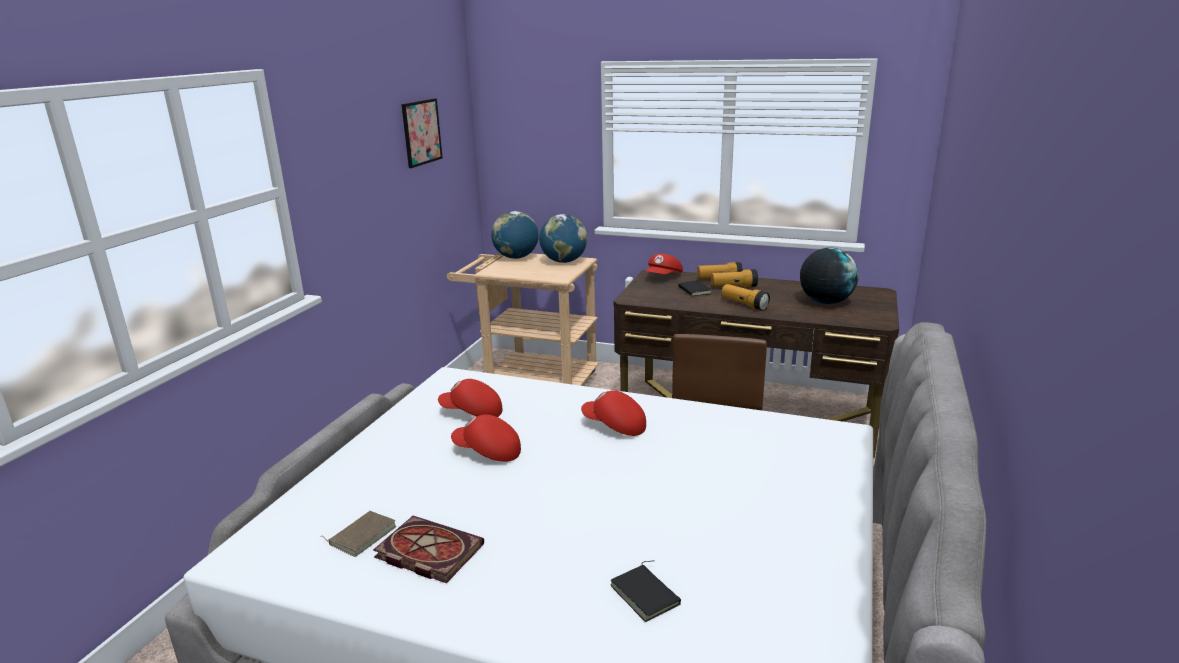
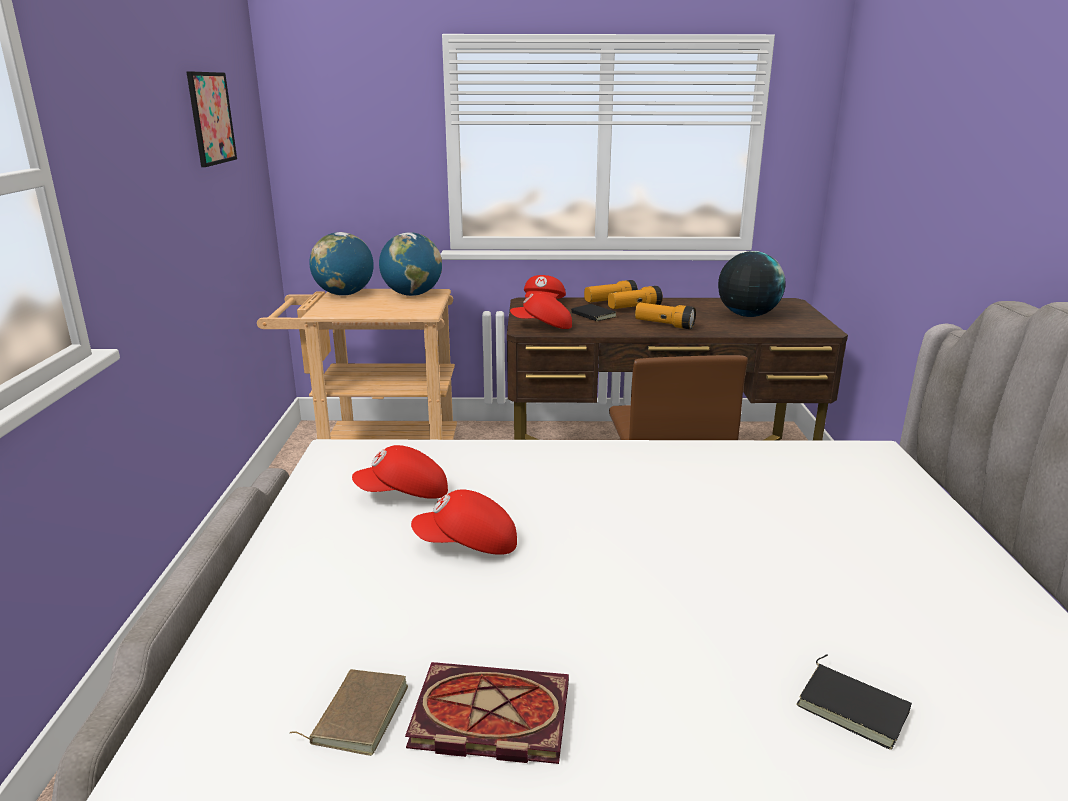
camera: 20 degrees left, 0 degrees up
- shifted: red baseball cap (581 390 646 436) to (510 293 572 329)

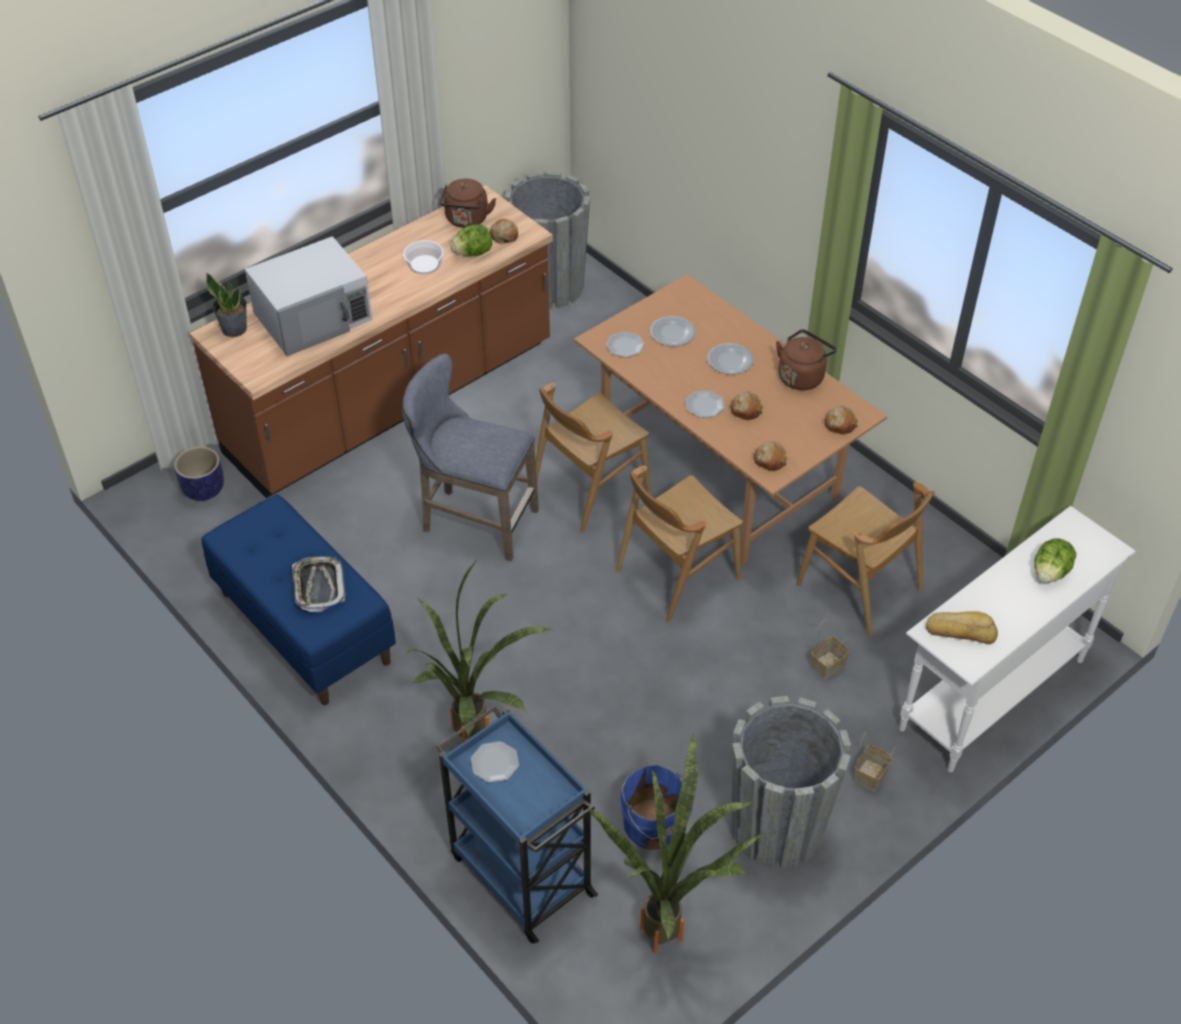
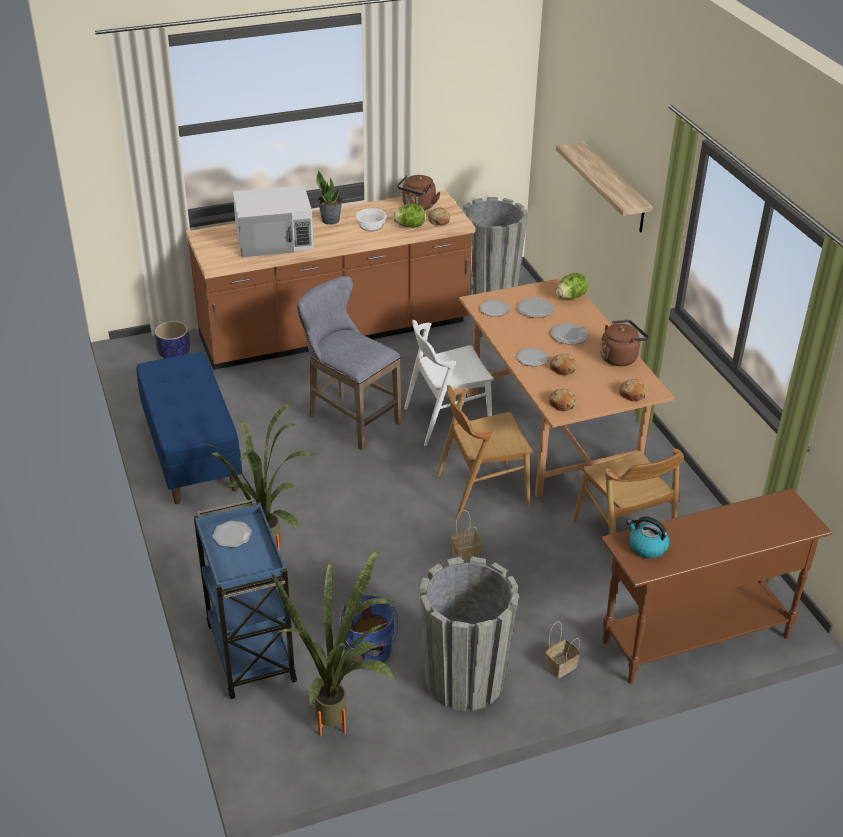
camera: 20 degrees right, 10 degrees down
- shifted: houseplant (206 273 247 337) to (316 170 343 225)
- repainted: brown-coloured chair (536 383 651 533) to whitish chair (404 320 494 446)
- shifted: basket (810 620 850 680) to (451 510 482 562)
- new: wall shelf (556 142 653 232)
- shifted: lettuce (1034 538 1076 583) to (556 273 588 299)
- repainted: whitish console table (899 506 1136 772) to brown-coloured console table (601 488 832 684)
- swapped: baked bread (926 611 998 644) to water kettle (626 516 669 558)
- gone: carrying tray (292 556 346 612)

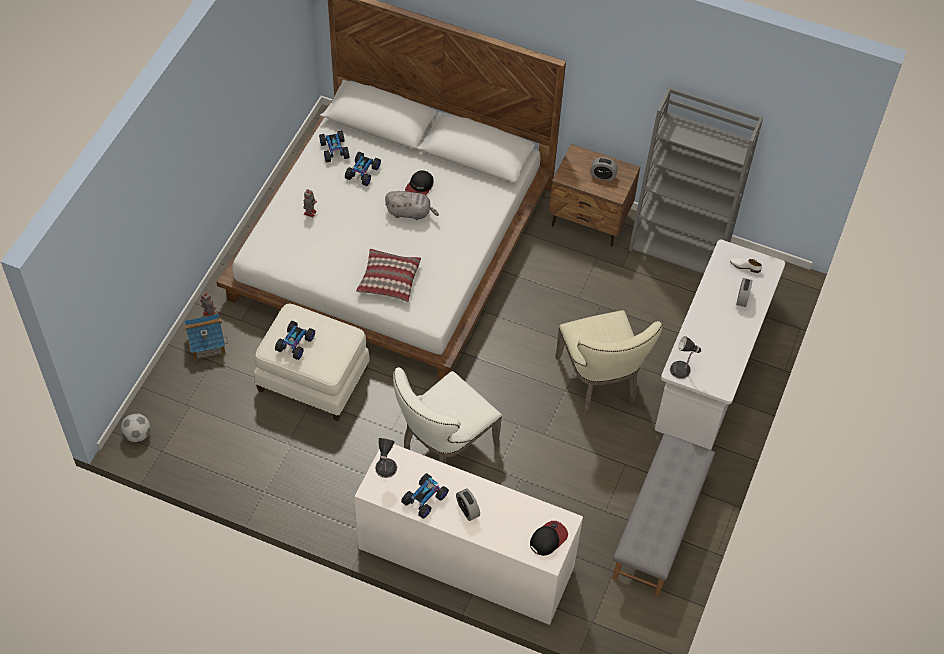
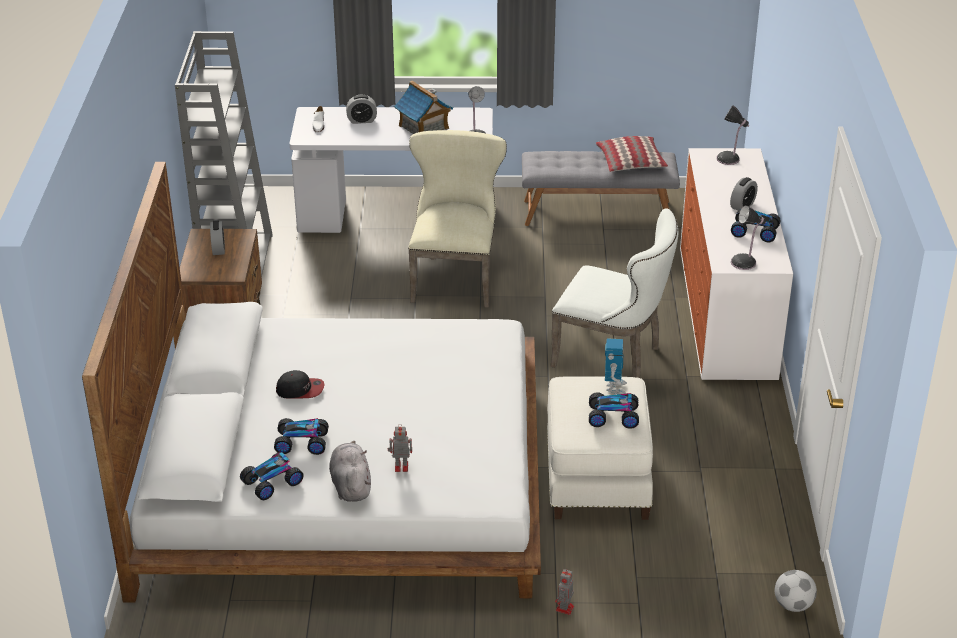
camera: 110 degrees left, 20 degrees down
- shifted: gray plush toy (385 191 439 220) to (329 441 371 502)
- shifted: model house (184 314 228 361) to (394 81 453 134)
- rotated: beige chair (555 310 663 413) = (408 130 507 308) 45 degrees counterclockwise
- shifted: throw pillow (356 249 421 302) to (596 136 668 172)
- new: robot figure (605 338 627 394)
- swapped: baseball cap (530 521 568 556) to tabletop lamp (716 105 749 165)

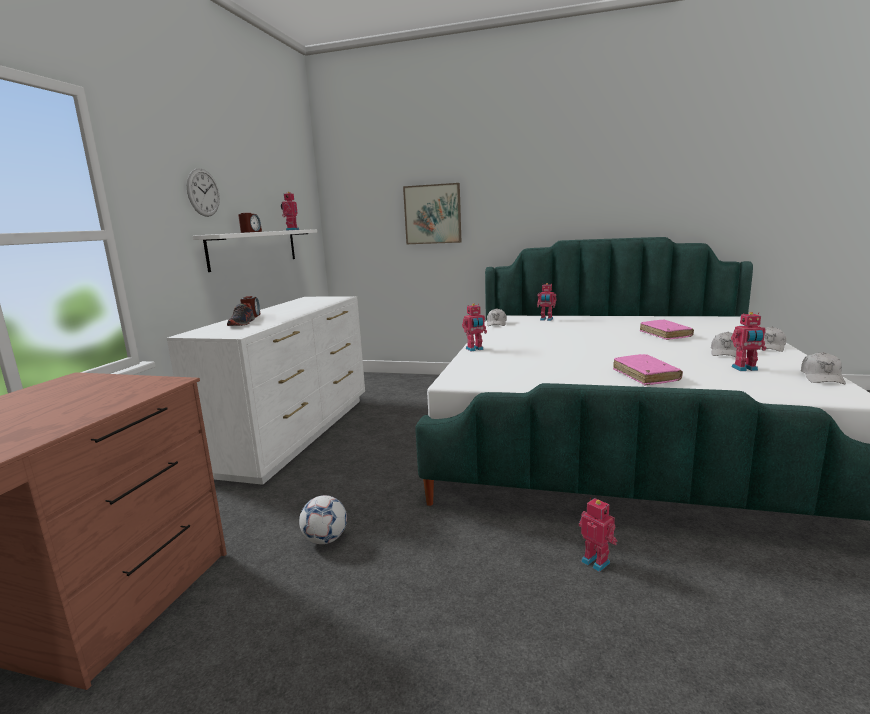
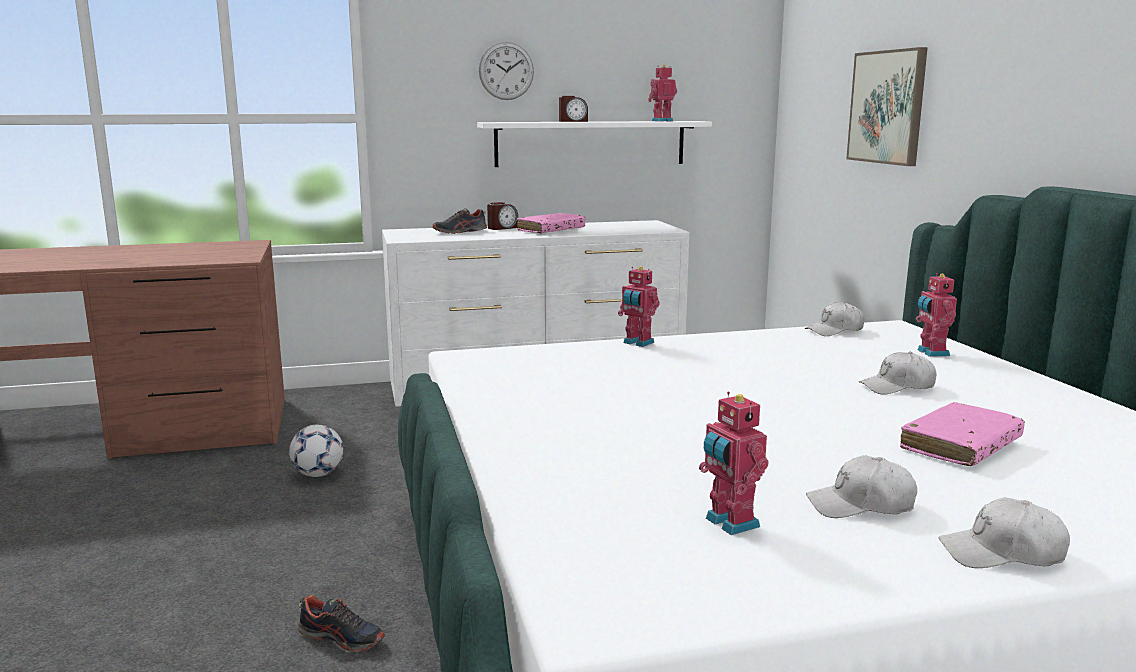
camera: 60 degrees right, 0 degrees up
- swapped: robot figure (579 498 617 572) to item of footwear (298 595 385 652)
- shifted: pink-coloured book (613 354 683 385) to (517 213 586 234)
- shifted: whitish baseball cap (801 352 846 384) to (859 352 937 394)

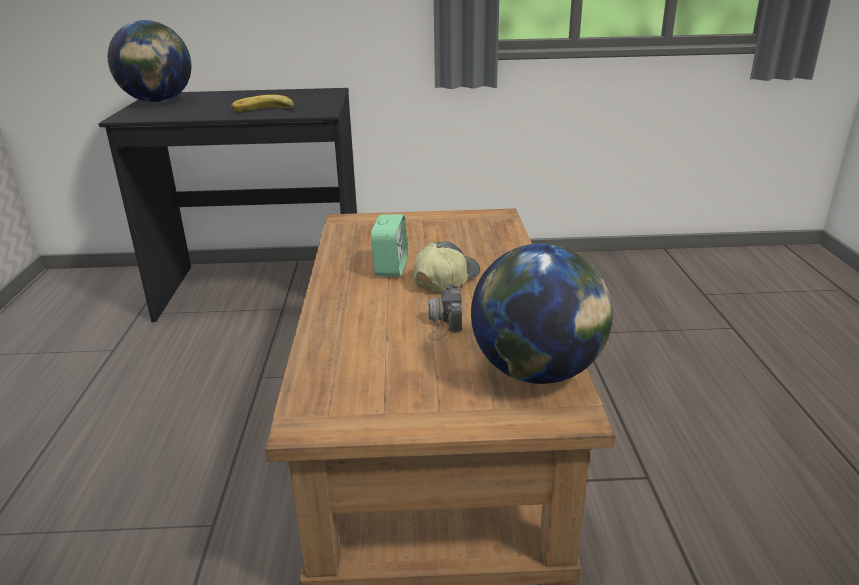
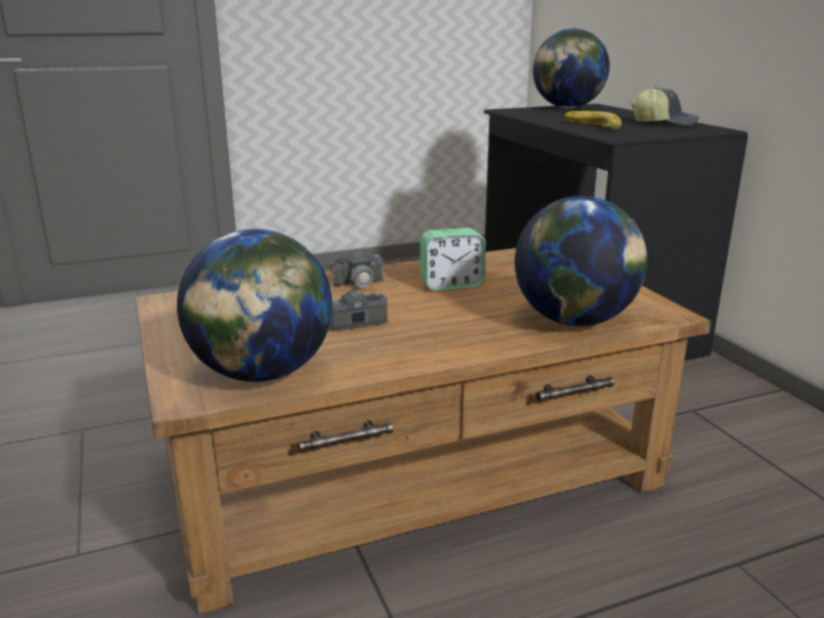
camera: 70 degrees right, 5 degrees down
- new: photo camera (330 251 399 291)
- new: desk globe (514 196 647 326)
- shifted: baseball cap (414 241 480 291) to (630 87 700 126)

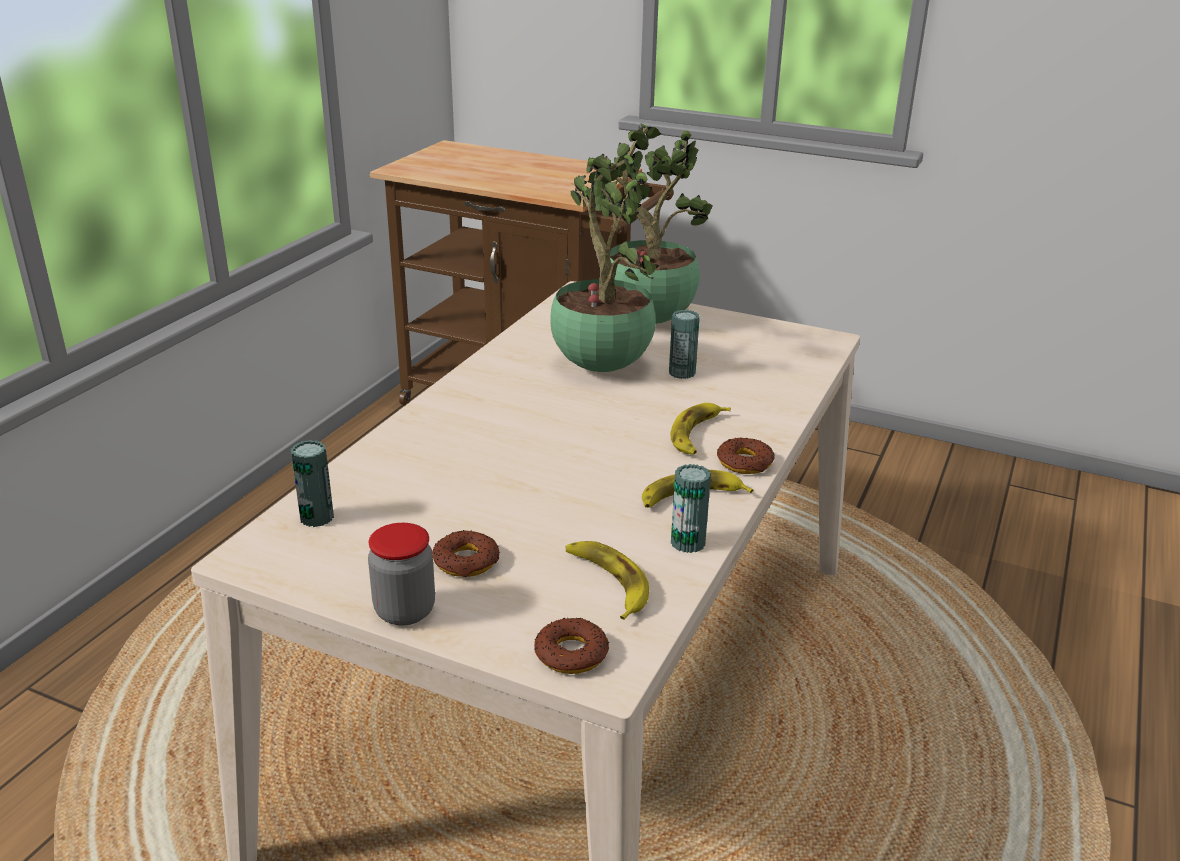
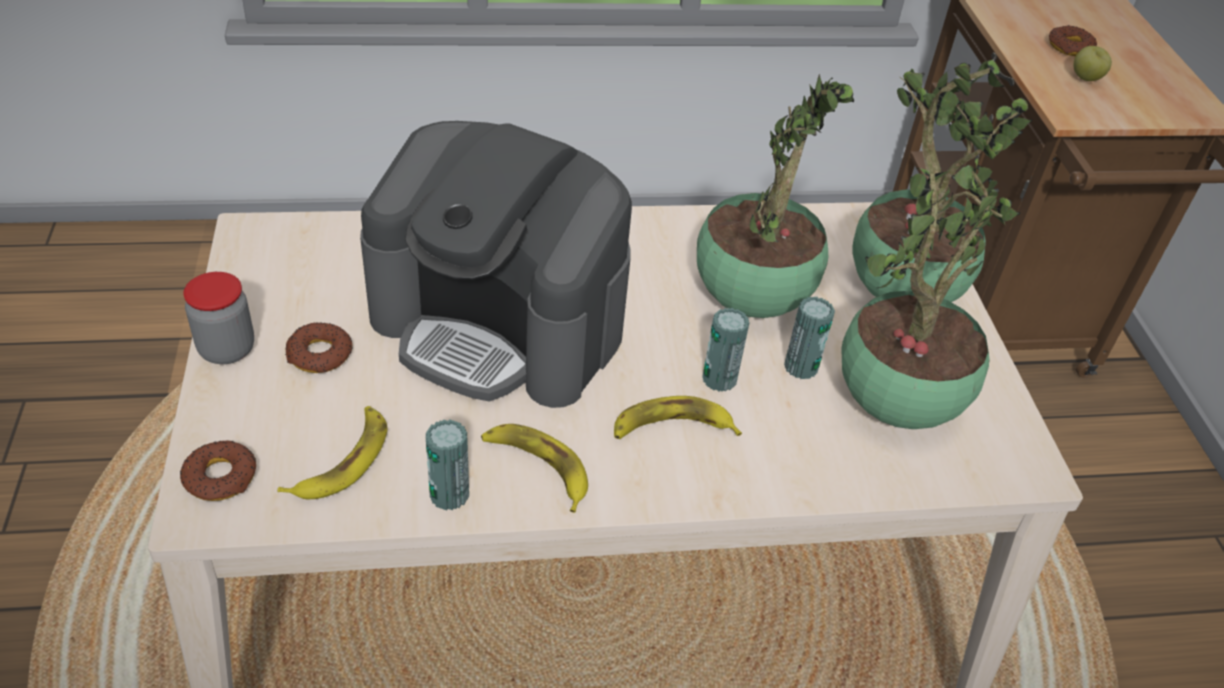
camera: 55 degrees right, 15 degrees up
- new: coffee brewer (360 121 632 408)
- shifted: sealed can (291 440 334 527) to (702 308 750 392)
- new: houseplant (841 158 998 429)
- shifted: ring doughnut (717 438 775 474) to (1049 25 1097 56)
- new: whole apple (1073 46 1112 81)

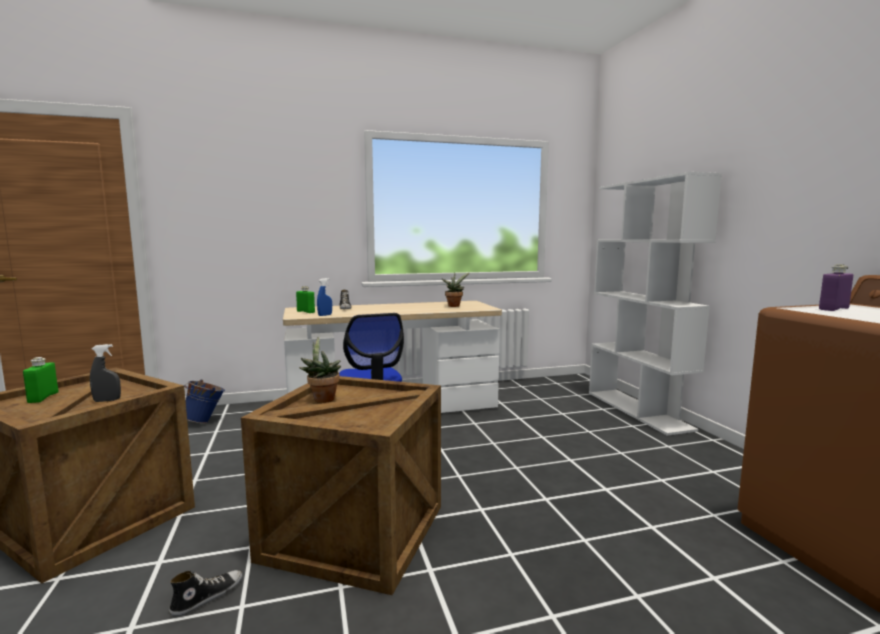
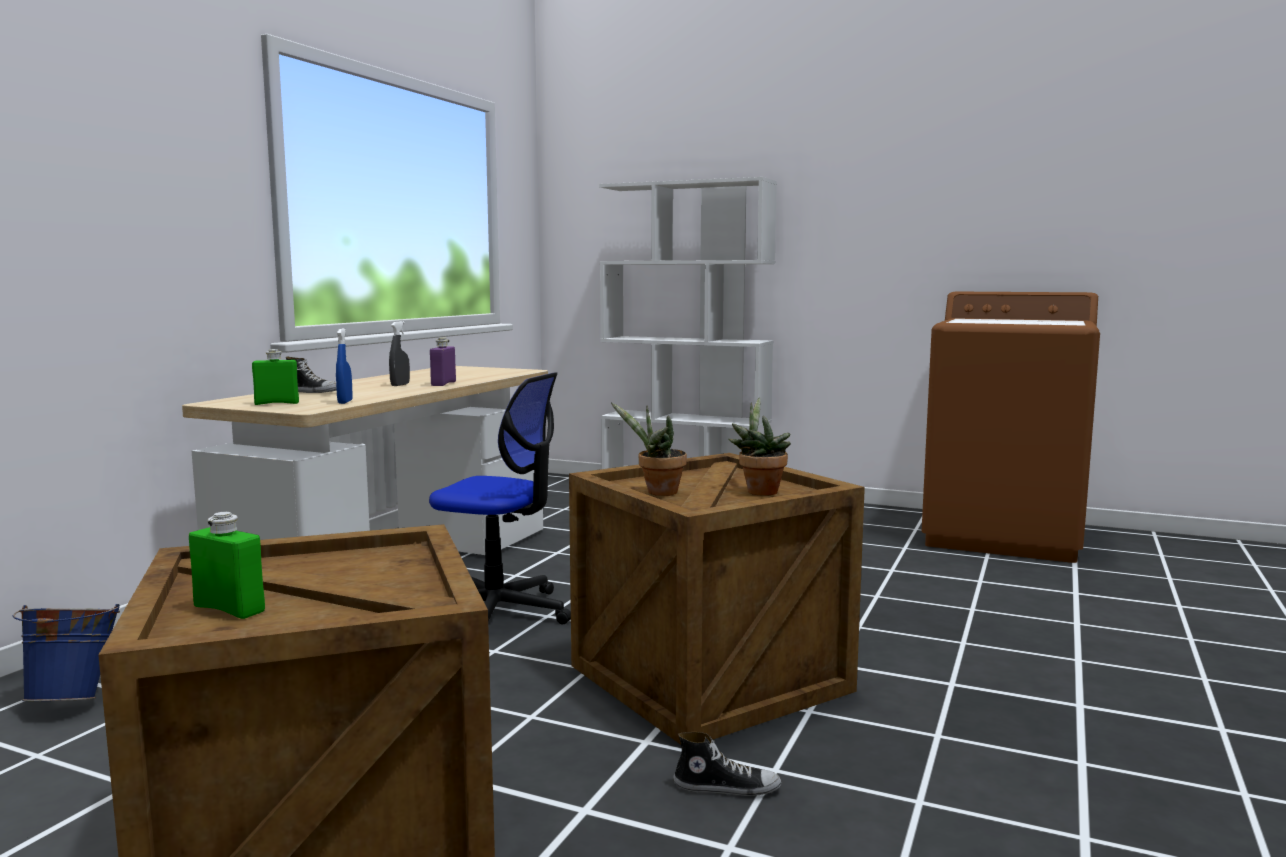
camera: 50 degrees left, 0 degrees up
- shifted: gray sprayer (90 344 121 402) to (389 321 410 386)
- shifted: purple drink bottle (819 264 853 311) to (430 338 456 386)
- rotated: item of footwear (169 570 243 617) = (673 732 781 796) 105 degrees clockwise
- shifted: houseplant (442 272 470 307) to (728 398 791 496)

